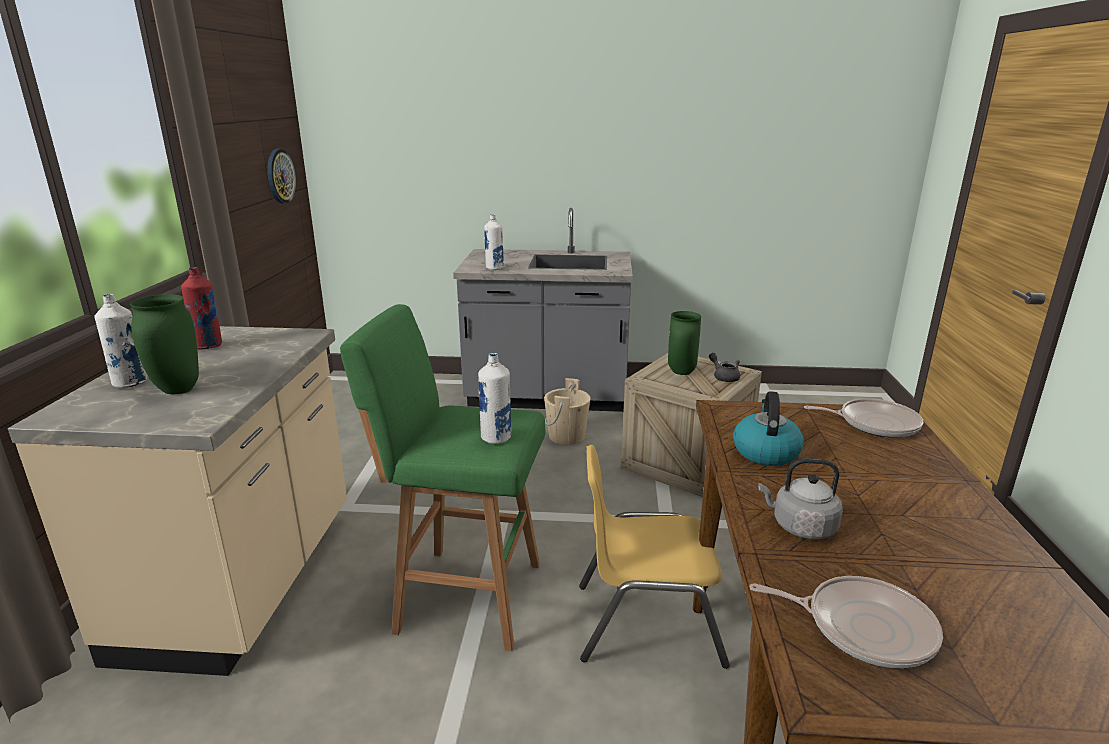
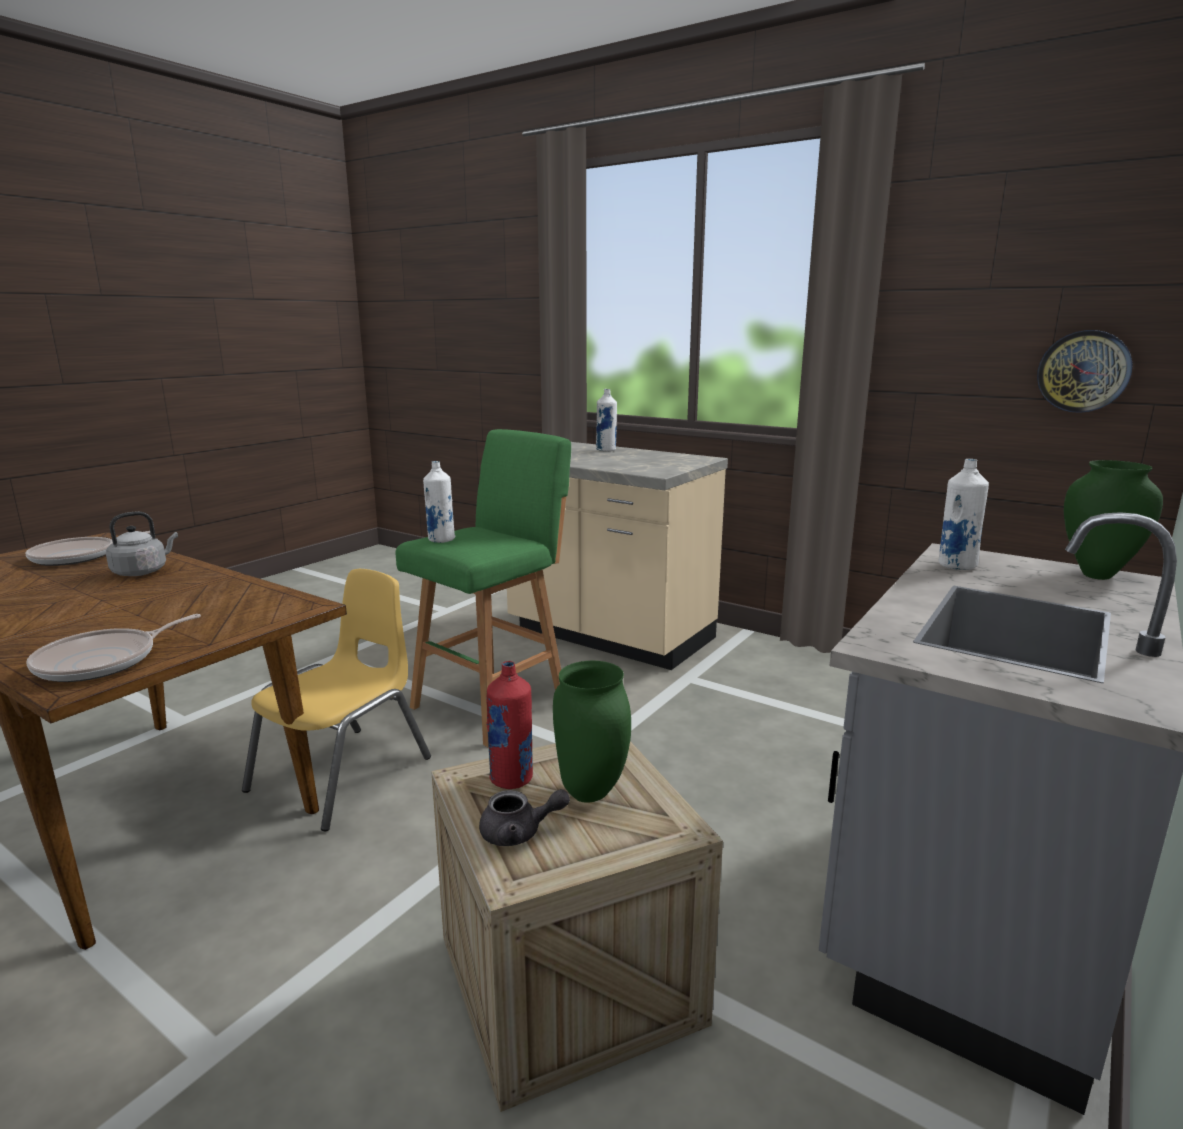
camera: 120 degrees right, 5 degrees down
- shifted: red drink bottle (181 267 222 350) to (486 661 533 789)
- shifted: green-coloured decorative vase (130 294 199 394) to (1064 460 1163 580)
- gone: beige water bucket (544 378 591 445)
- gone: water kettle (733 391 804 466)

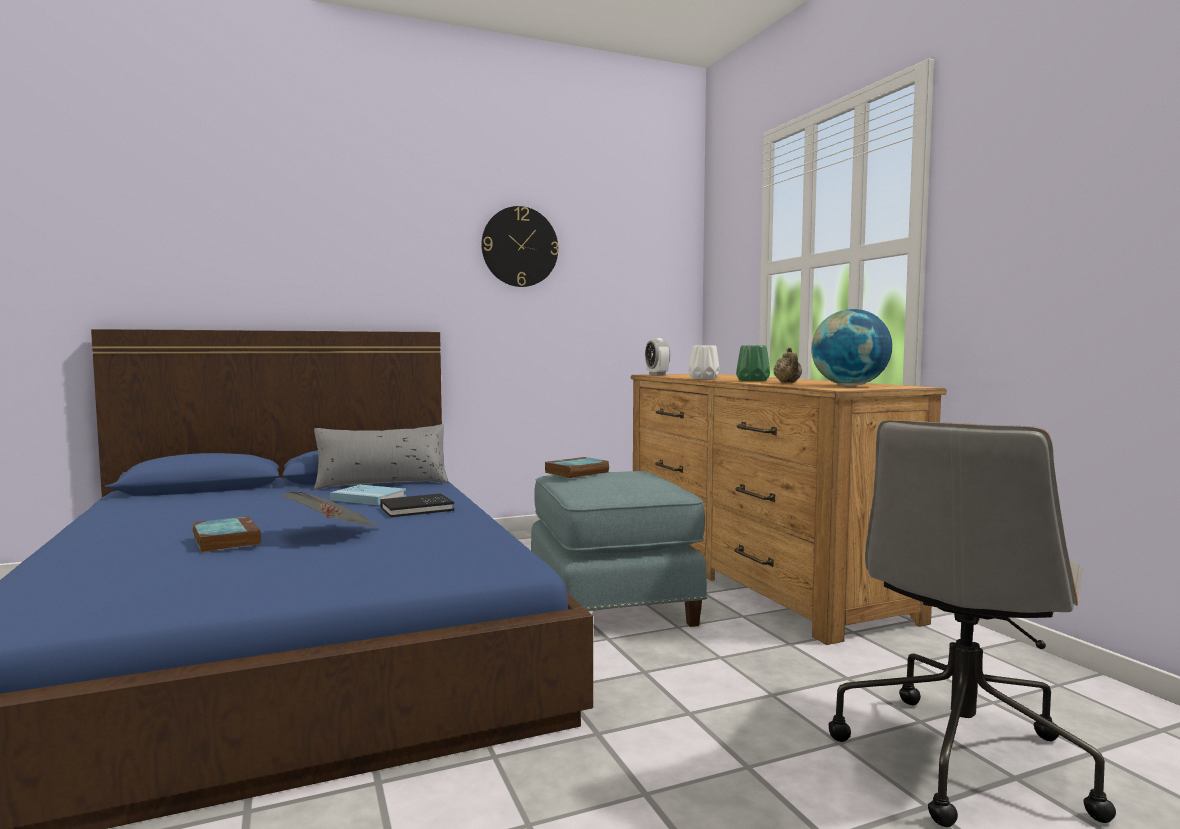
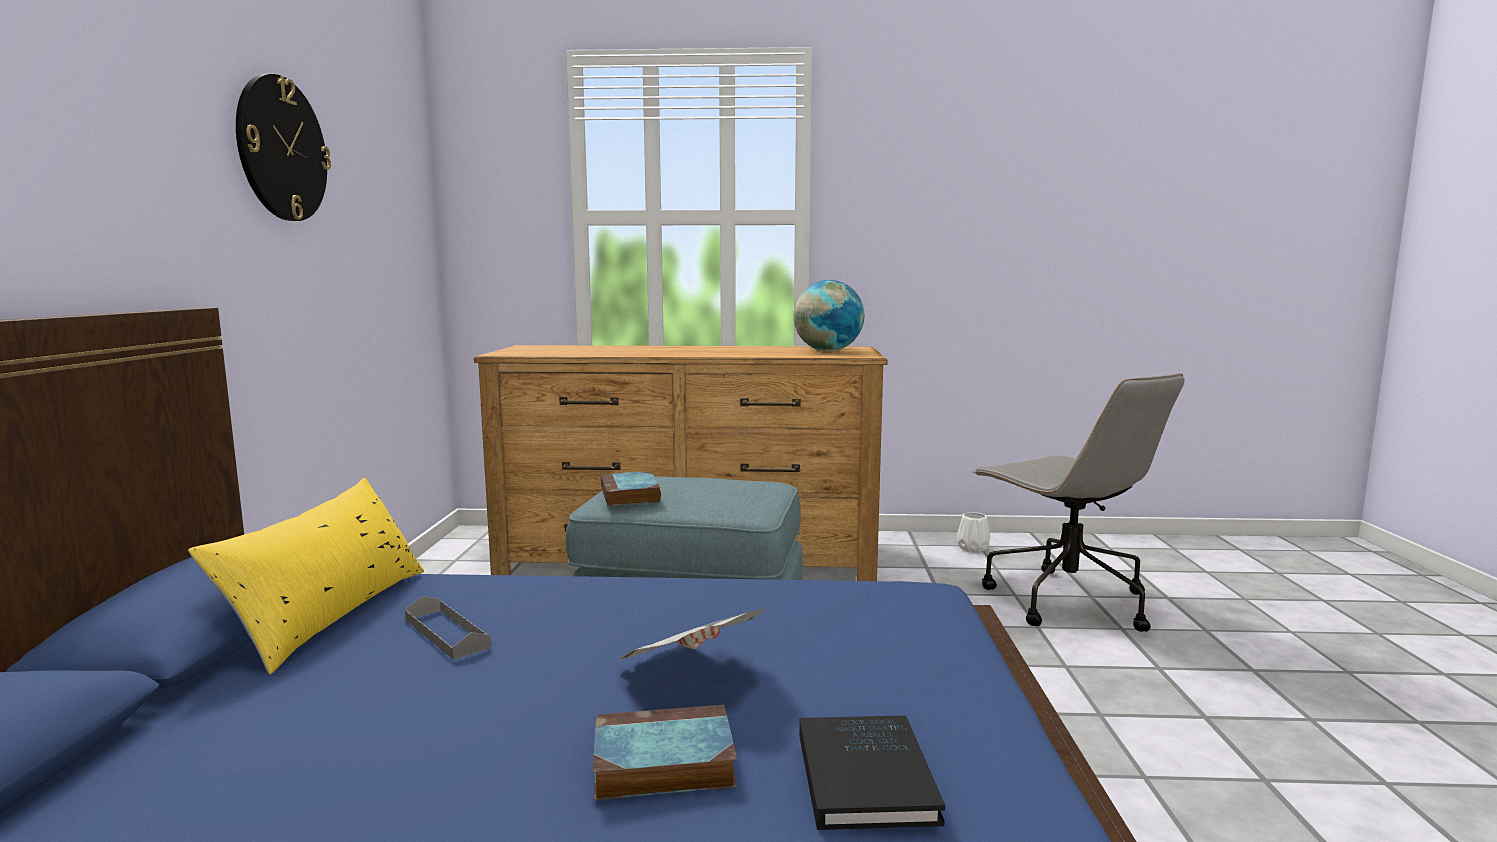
camera: 65 degrees left, 5 degrees up
- repainted: gray throw pillow (314 424 448 490) to yellow throw pillow (188 478 424 674)
- swapped: bluish book (330 485 406 505) to gray carrying tray (405 596 492 660)
- shifted: black book (380 494 454 517) to (799 715 945 830)
- shifted: whitish decorative vase (688 345 720 379) to (957 512 990 552)
- gone: bedside clock (645 338 670 375)
- gone: green-coloured decorative vase (736 345 770 381)
- gone: beige tea pot (773 347 802 383)

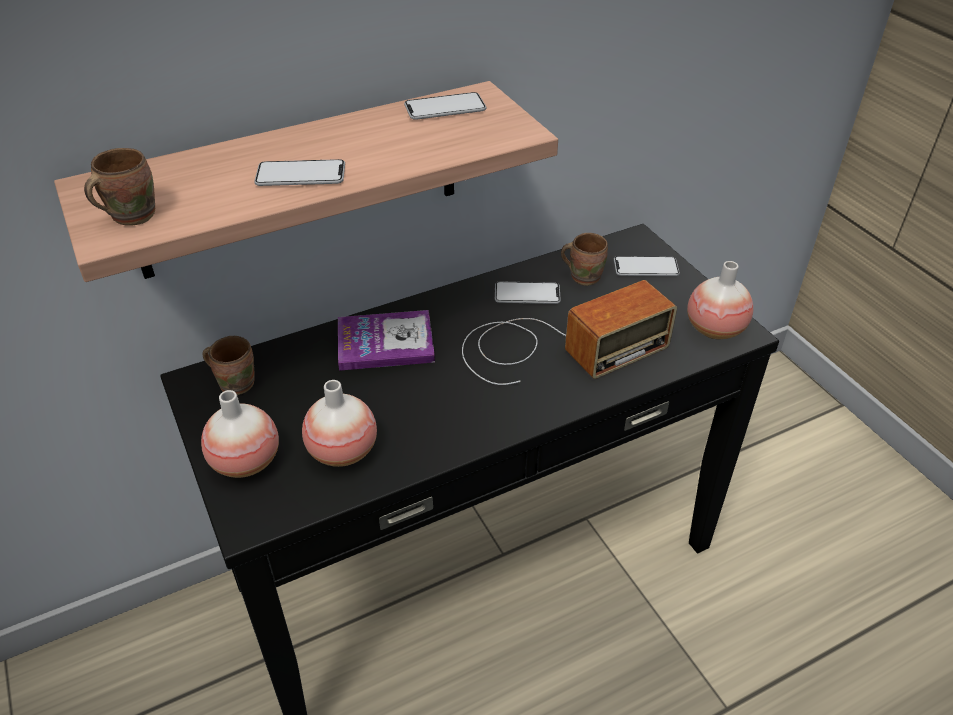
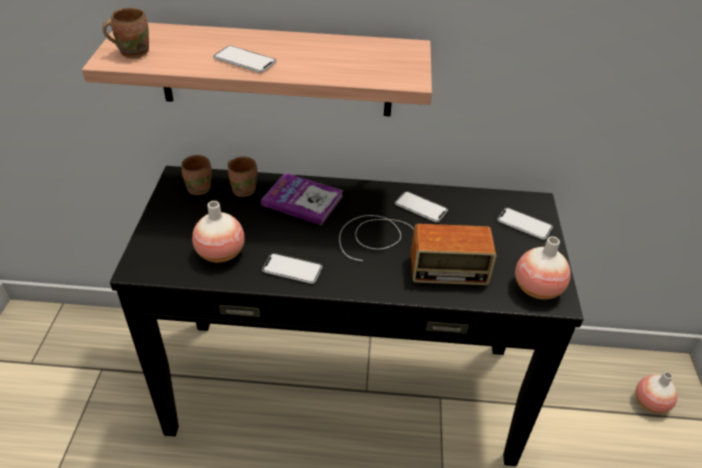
camera: 30 degrees right, 0 degrees up
- shifted: brown-coloured coffee mug (561 233 608 286) to (227 157 258 197)
- shifted: handset (404 92 486 120) to (262 253 322 284)
- shifted: decorative vase (201 390 279 478) to (636 372 678 413)

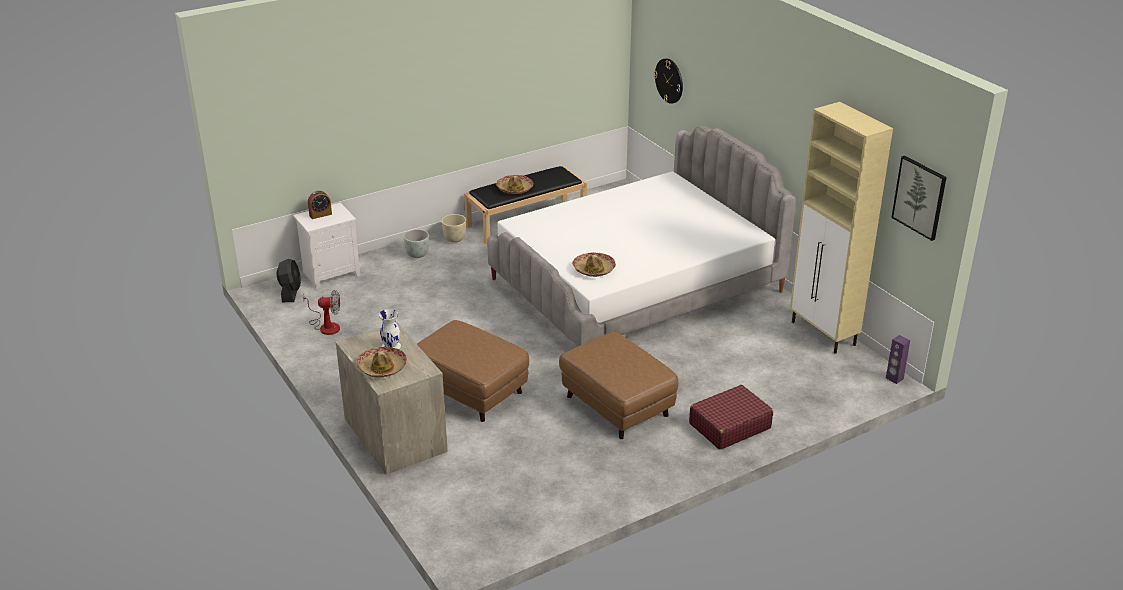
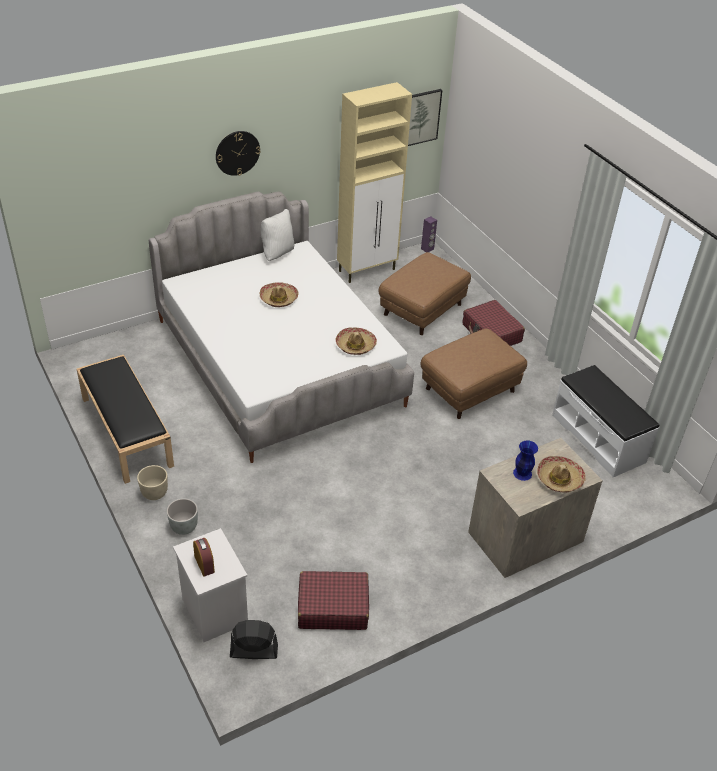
camera: 90 degrees left, 10 degrees up
- shifted: clock on the wall (654 58 683 104) to (216 131 260 176)
- shifted: clothing hat (496 175 533 194) to (259 282 299 307)
- new: whitish throw pillow (261 209 294 261)
- swapped: electric fan (303 290 340 335) to red suitcase (298 571 369 630)
- shifted: brown-coloured footrest (417 320 529 422) to (378 252 471 335)
- repainted: whitish decorative vase (379 309 401 349) to bluish decorative vase (513 440 538 481)
- new: whitish indoor bench (552 365 659 477)

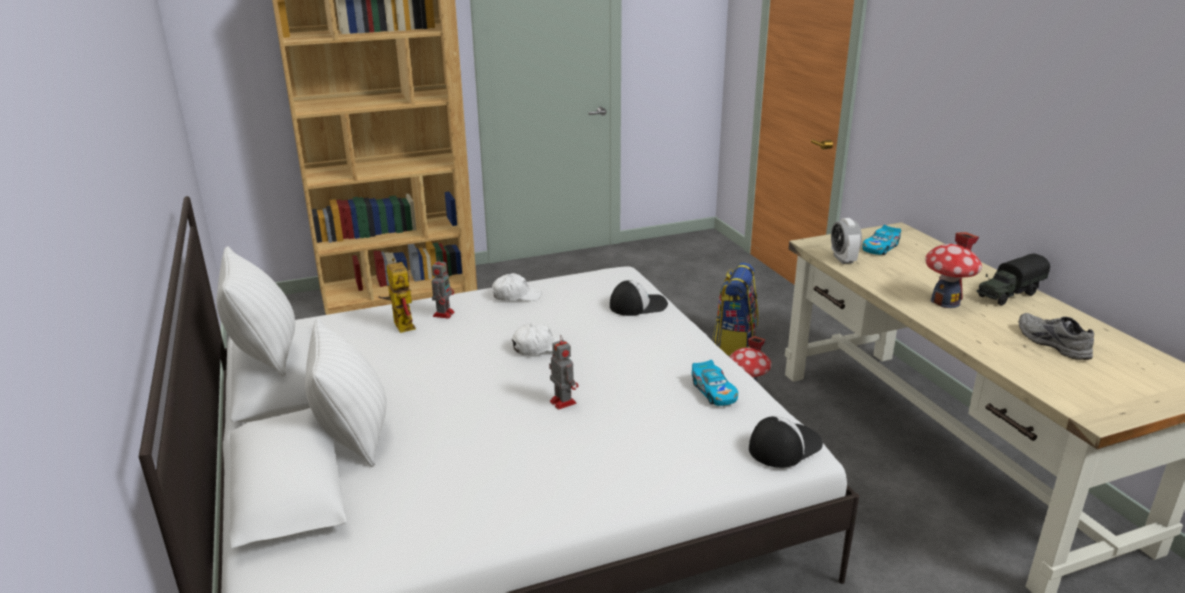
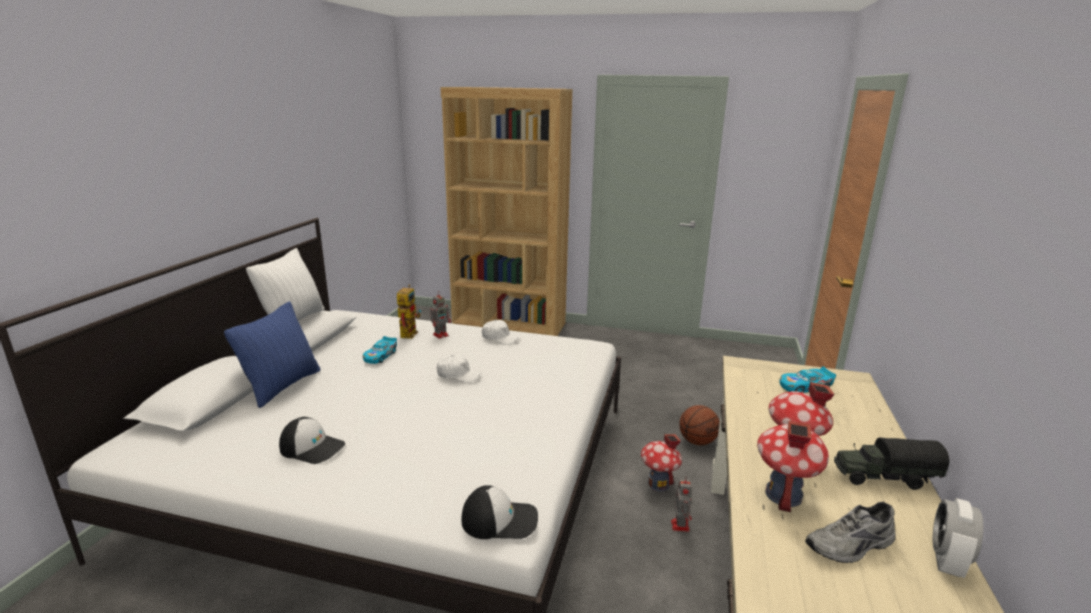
camera: 35 degrees right, 5 degrees down
- repainted: whitish throw pillow (305 318 386 467) to bluish throw pillow (224 301 320 408)
- shifted: baseball cap (610 280 668 316) to (279 417 345 464)
- shifted: miniature car (692 360 738 406) to (363 336 397 364)
- shifted: robot figure (549 335 578 410) to (671 477 692 532)
- swapped: knapsack (713 262 758 356) to ball for basketball (679 405 720 445)
- new: model house (757 421 829 512)
- rotated: gray item of footwear (1019 313 1094 360) = (805 502 896 563) 120 degrees counterclockwise
- shifted: bedside clock (831 218 862 264) to (933 498 984 578)

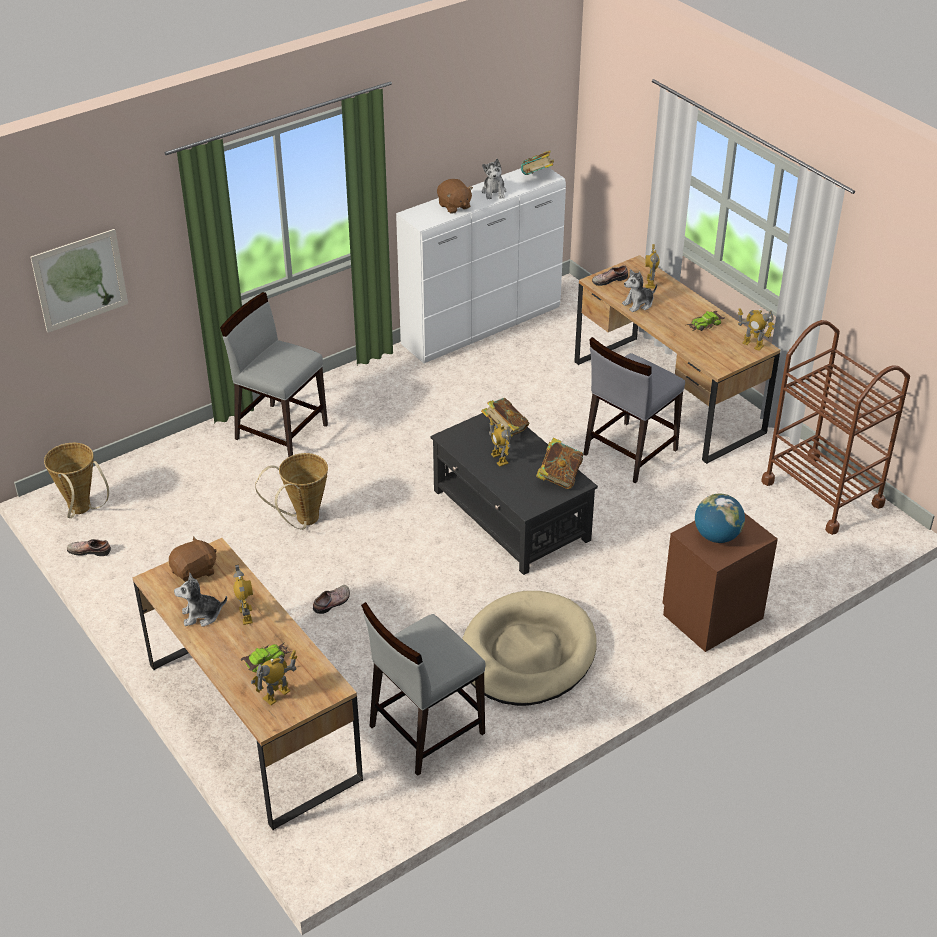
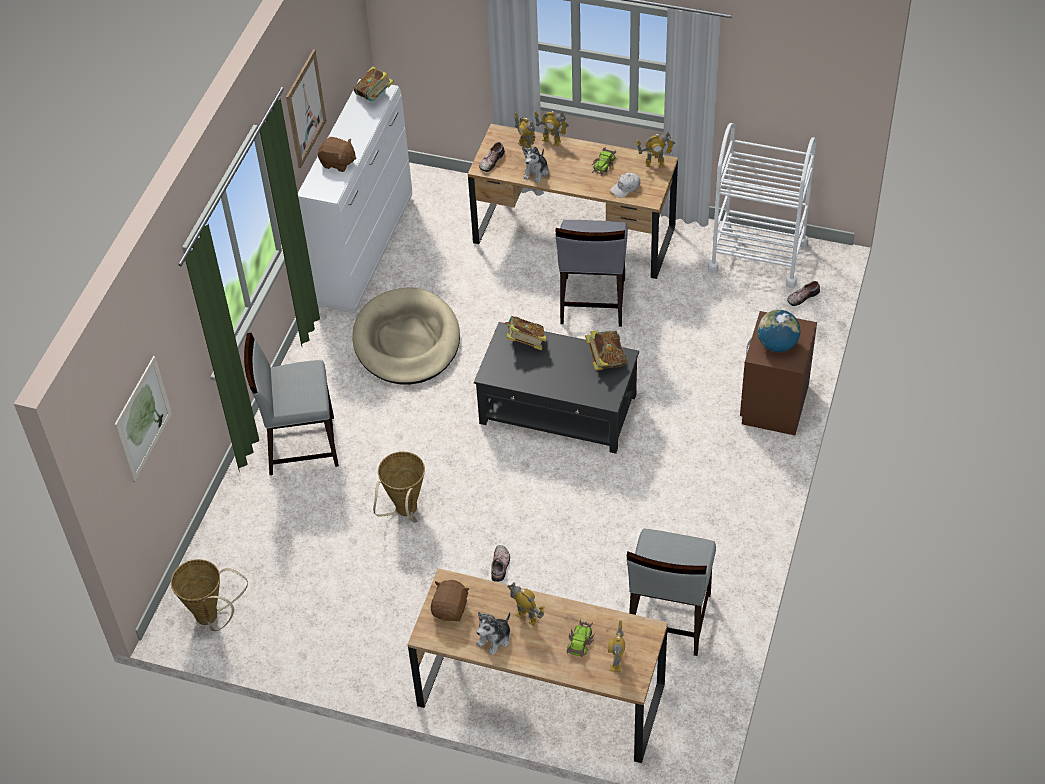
camera: 35 degrees left, 10 degrees up
- new: picture (286 49 327 168)
- shifted: beige dog bed (462 591 597 706) to (352 287 460 385)
- shifted: robot figure (489 418 511 467) to (534 111 569 146)
- new: whitish baseball cap (610 172 640 198)
- repainted: brown-coloured cart (761 320 910 535) to whitish cart (708 123 817 288)
- shifted: item of footwear (67 539 111 556) to (787 281 820 306)
- gone: plush toy (482 159 507 199)

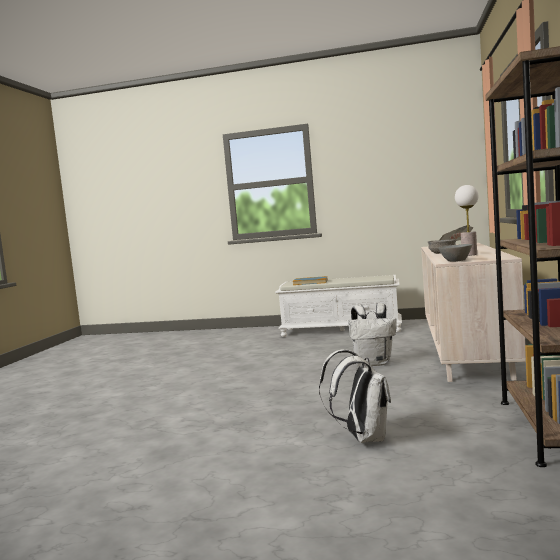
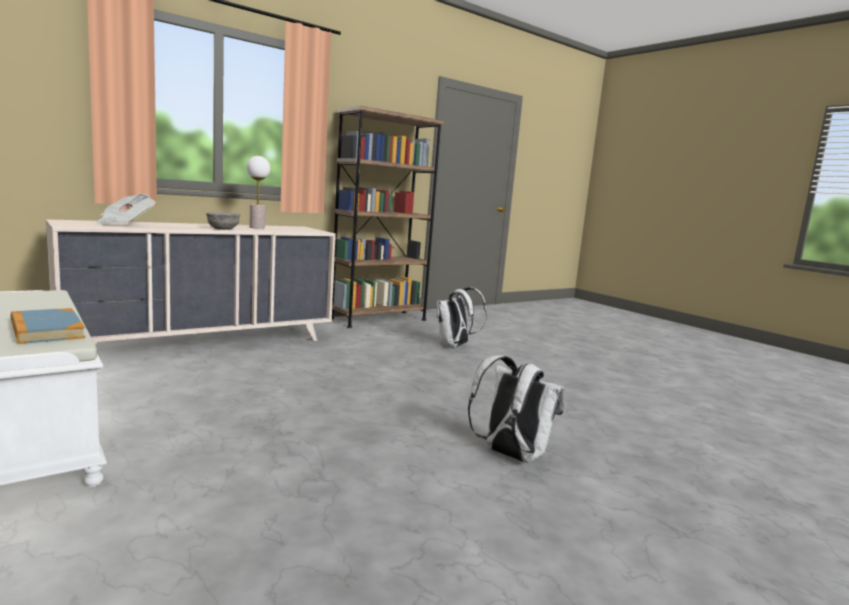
camera: 140 degrees left, 5 degrees up
- shifted: whitish knapsack (348 303 397 366) to (468 355 565 463)
- gone: gray bowl (438 244 472 262)

